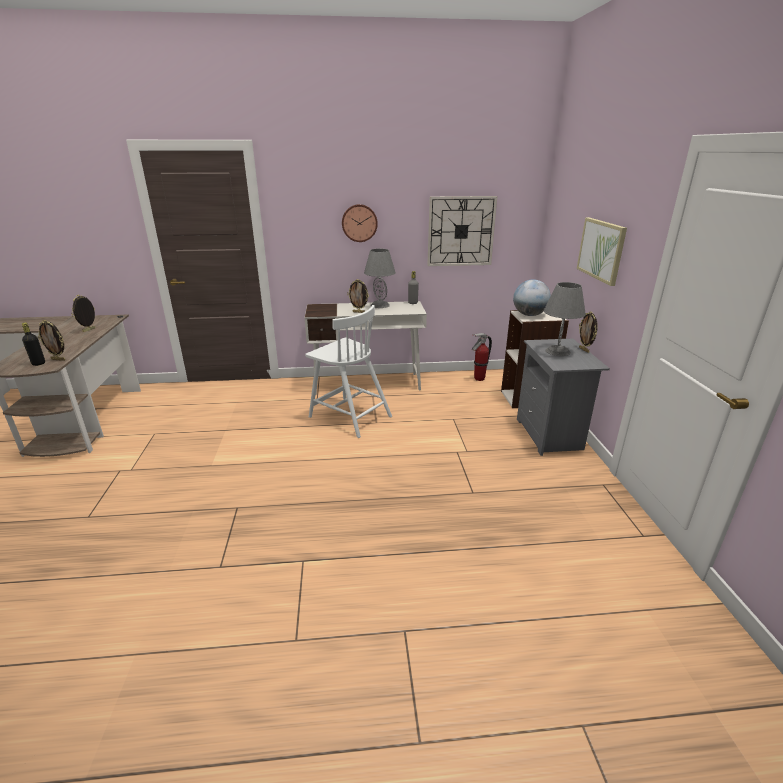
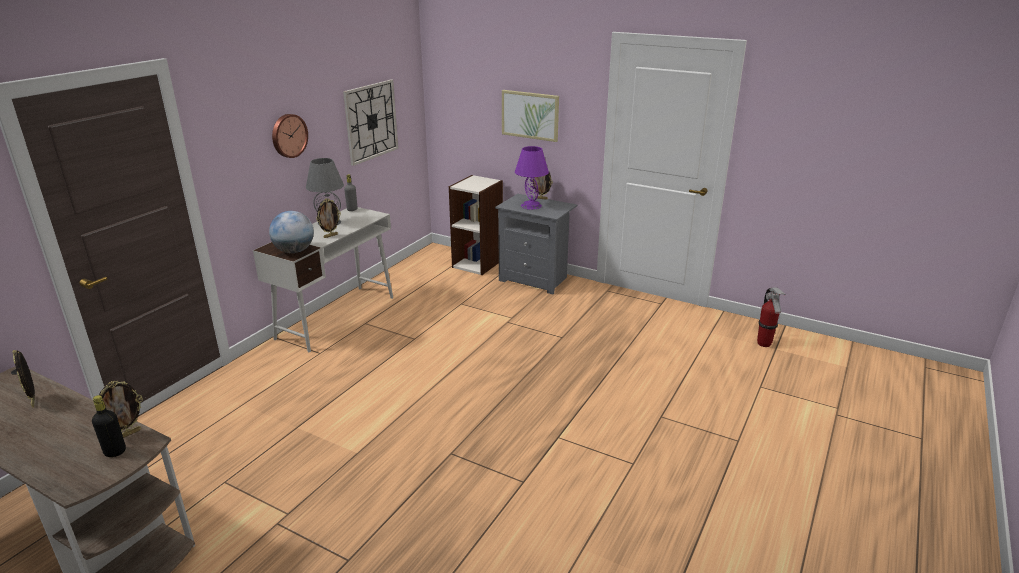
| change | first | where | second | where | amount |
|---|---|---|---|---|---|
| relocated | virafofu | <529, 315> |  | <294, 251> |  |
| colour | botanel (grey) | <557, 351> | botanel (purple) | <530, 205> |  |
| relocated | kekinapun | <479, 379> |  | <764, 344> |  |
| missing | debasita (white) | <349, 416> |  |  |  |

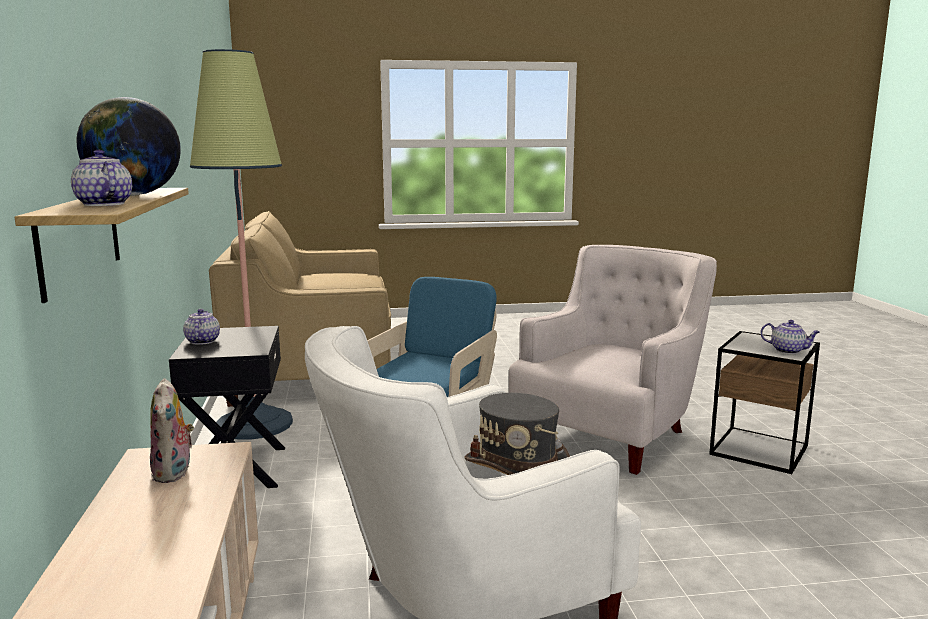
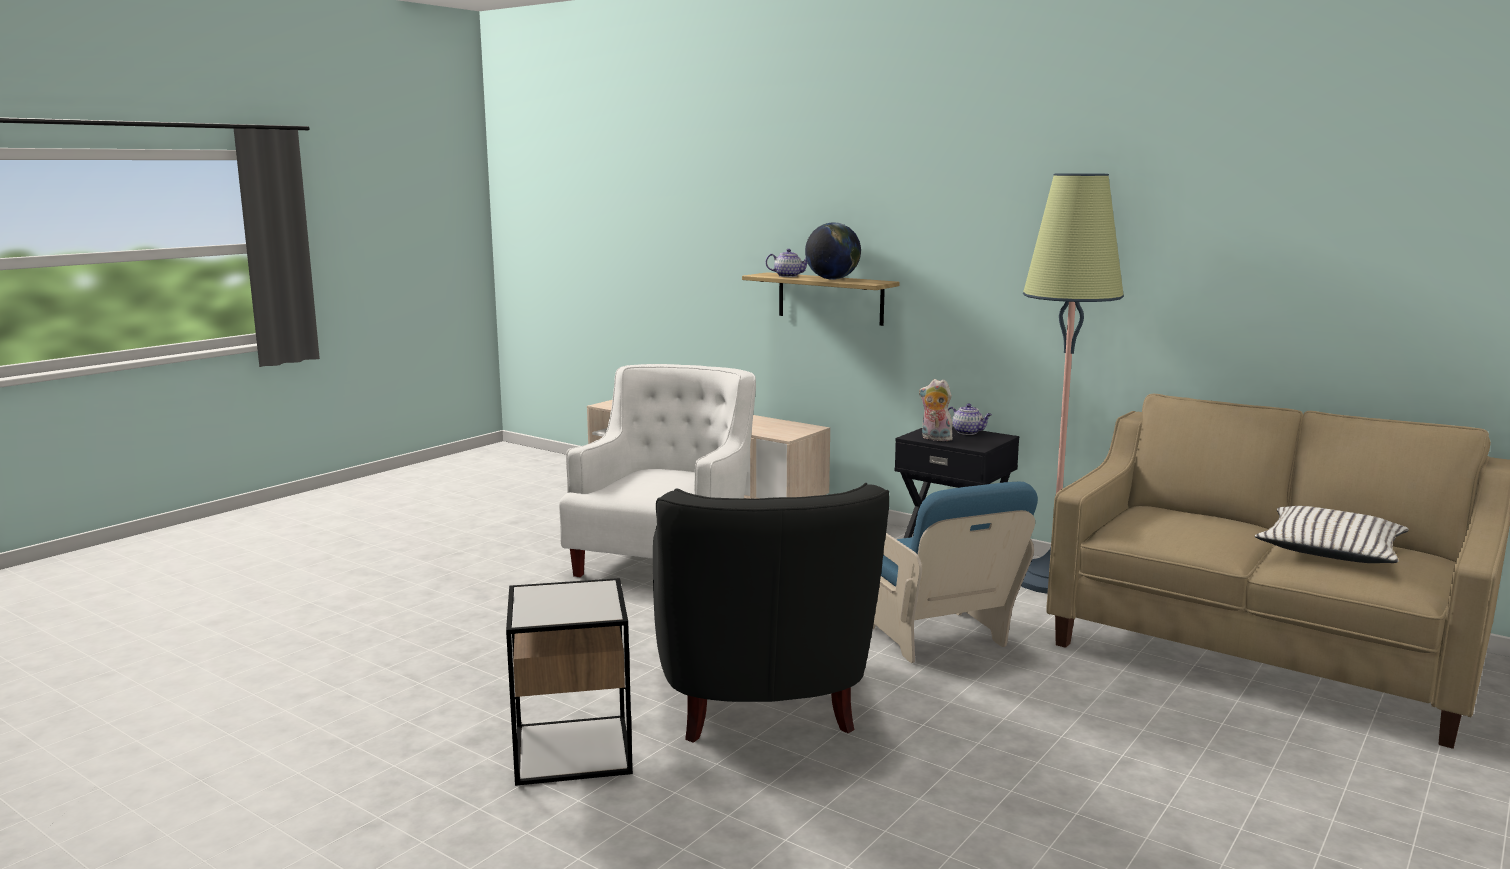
| change | first | where | second | where | amount |
|---|---|---|---|---|---|
| colour | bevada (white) | <611, 431> | bevada (black) | <762, 705> |  |
| relocated | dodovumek | <174, 473> |  | <935, 439> |  |
| appeared |  |  | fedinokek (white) | <1330, 550> |  |
| missing | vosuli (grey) | <518, 467> |  |  |  |
| missing | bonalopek | <788, 351> |  |  |  |

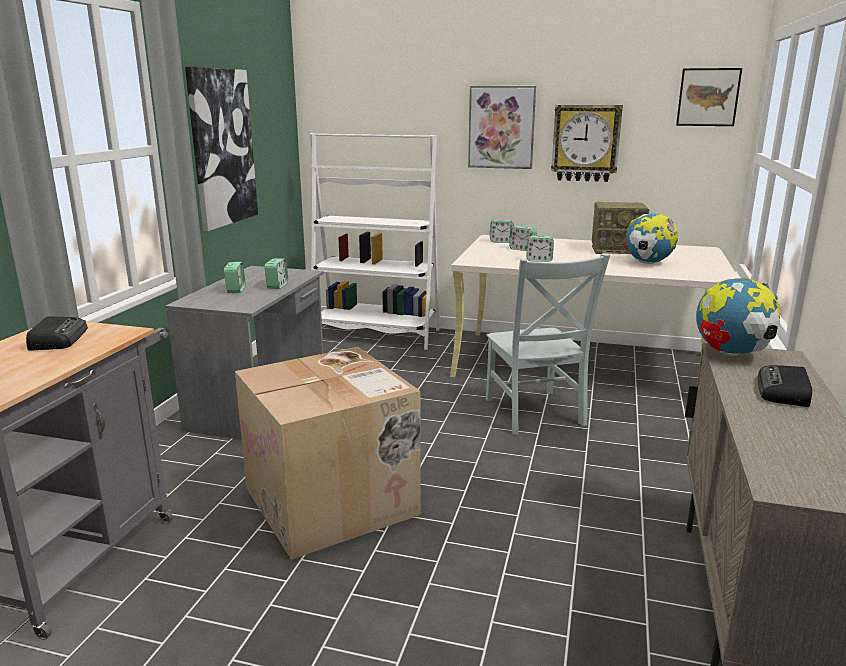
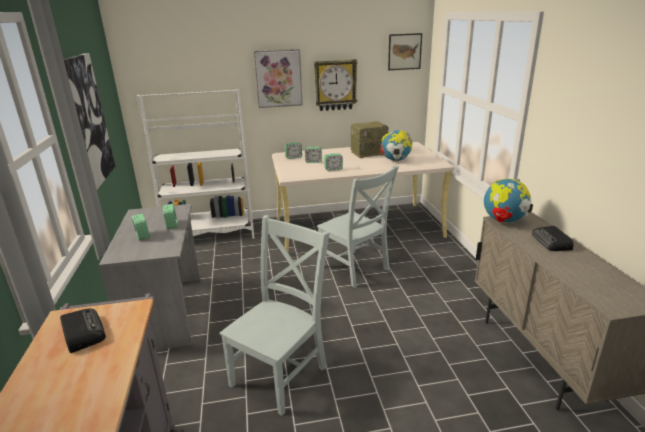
| change | first | where | second | where | amount |
|---|---|---|---|---|---|
| exchanged | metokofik | <333, 501> | debasita (grey) | <281, 373> |  |

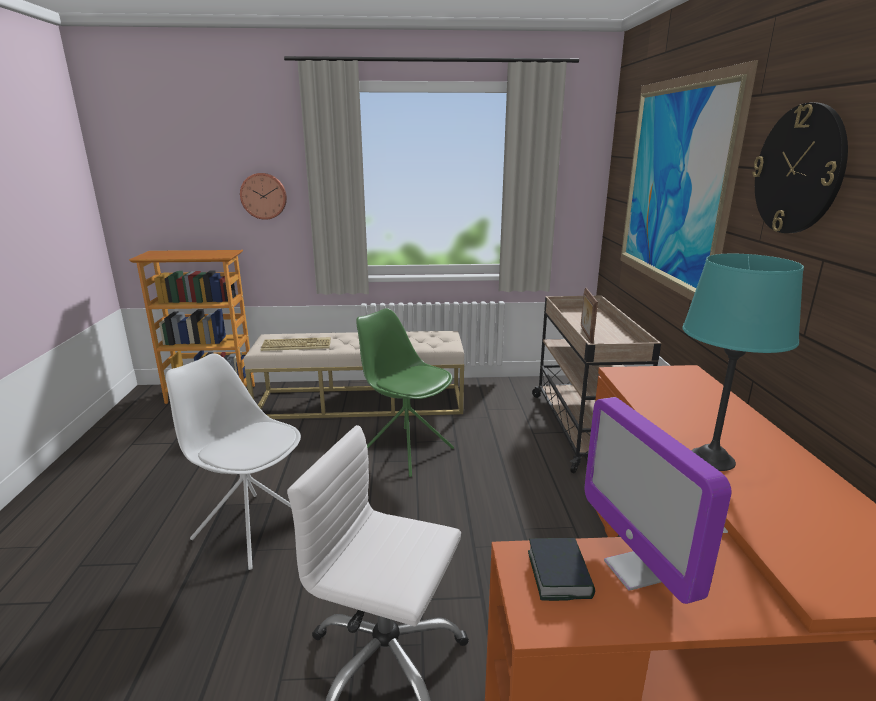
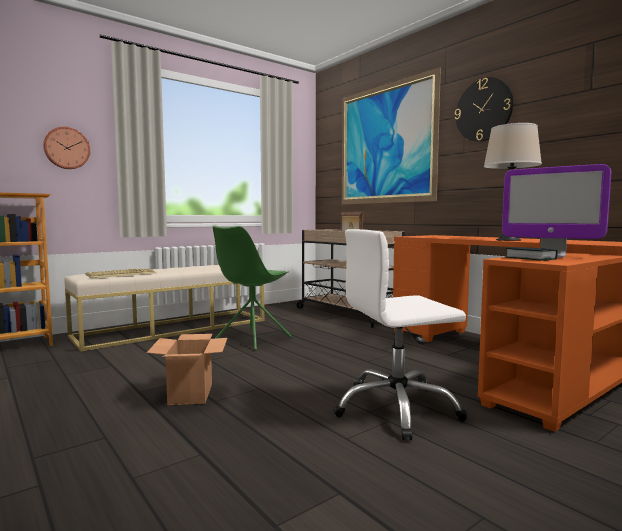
| change | first | where | second | where | amount |
|---|---|---|---|---|---|
| exchanged | debasita (white) | <251, 528> | metokofik | <190, 394> |  |
| spun | debasita (green) | <406, 450> |  | <251, 339> | 60 degrees counterclockwise |
| colour | botanel (turquoise) | <712, 459> | botanel (beige) | <508, 240> |  |

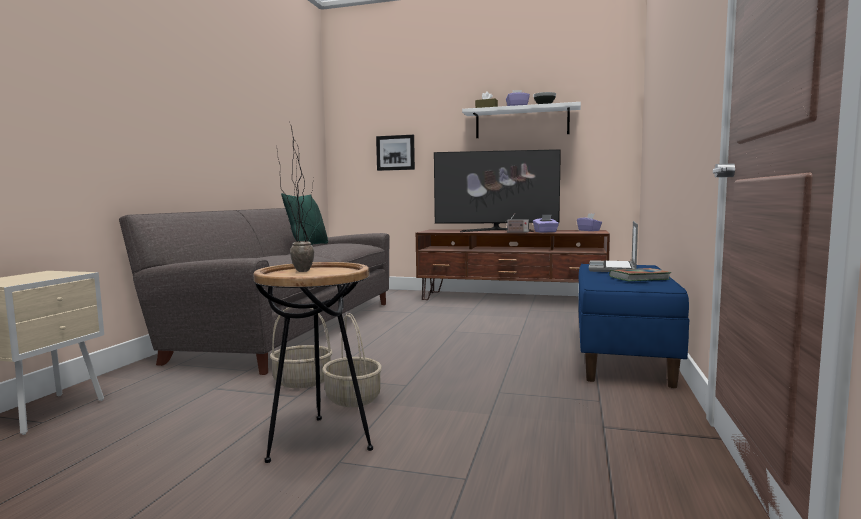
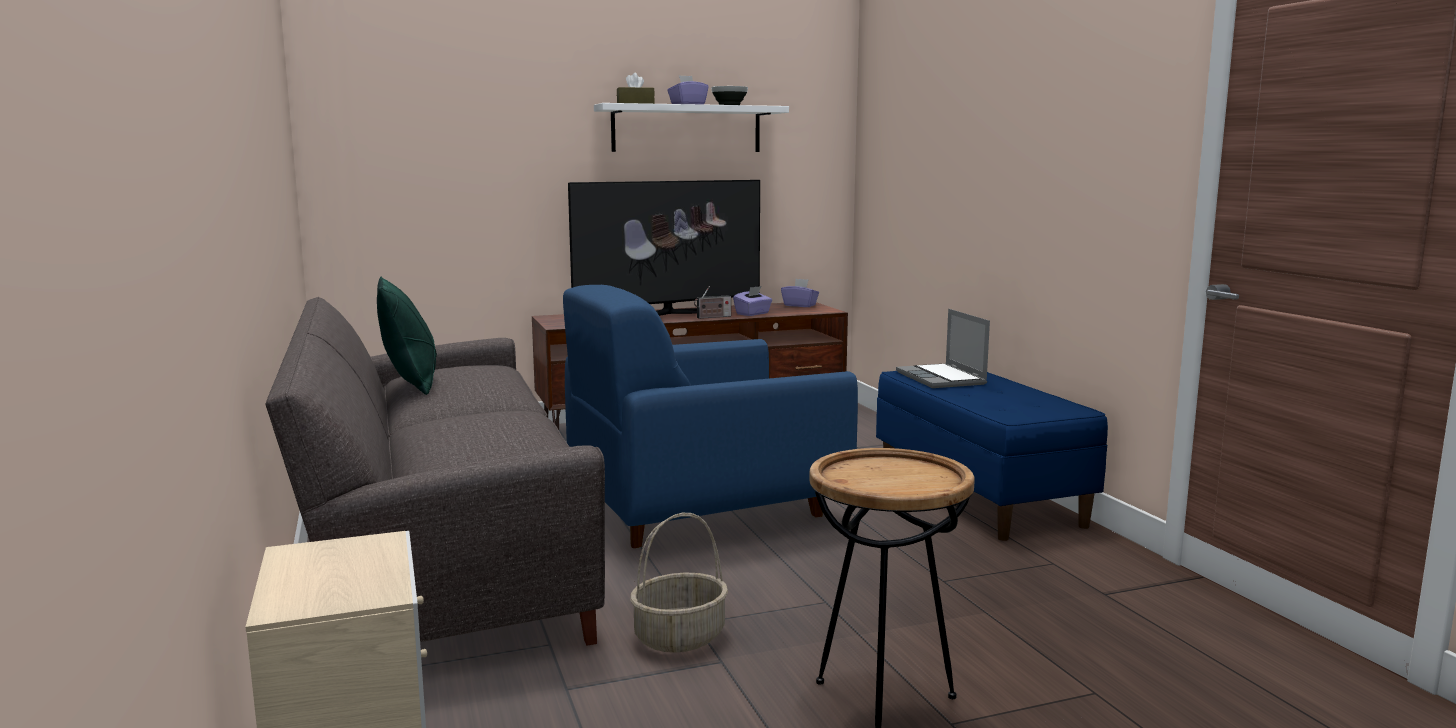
| change | first | where | second | where | amount |
|---|---|---|---|---|---|
| appeared |  |  | bevada (blue) | <702, 510> |  |
| missing | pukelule | <299, 270> |  |  |  |
| missing | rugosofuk | <353, 398> |  |  |  |
| missing | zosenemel | <395, 153> |  |  |  |
| missing | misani | <639, 278> |  |  |  |

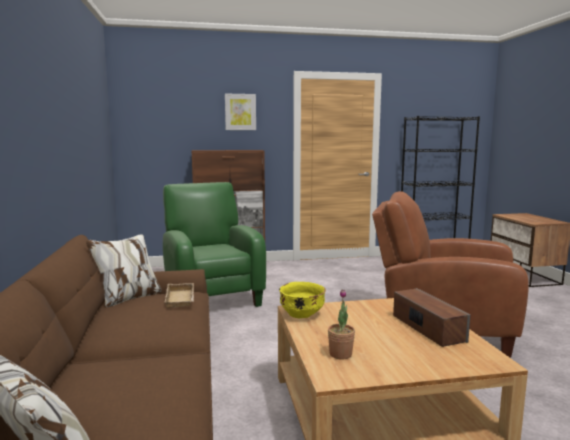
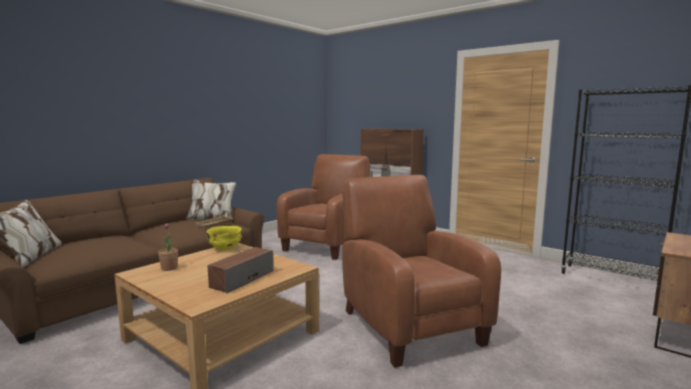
| change | first | where | second | where | amount |
|---|---|---|---|---|---|
| colour | bevada (green) | <211, 295> | bevada (brown) | <328, 244> |  |
| missing | zosenemel | <240, 112> |  |  |  |

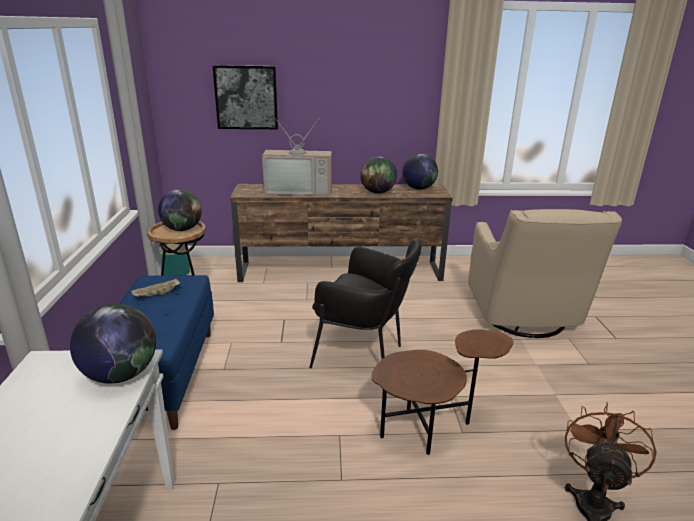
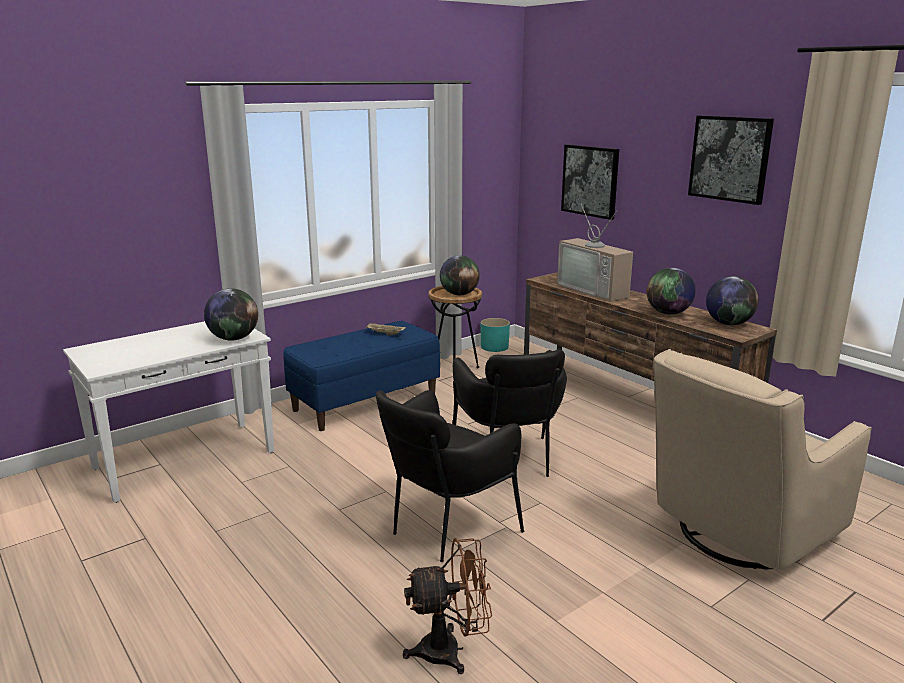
| change | first | where | second | where | amount |
|---|---|---|---|---|---|
| exchanged | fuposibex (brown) | <430, 428> | bevada (black) | <445, 530> |  |
| appeared |  |  | zosenemel | <730, 158> |  |

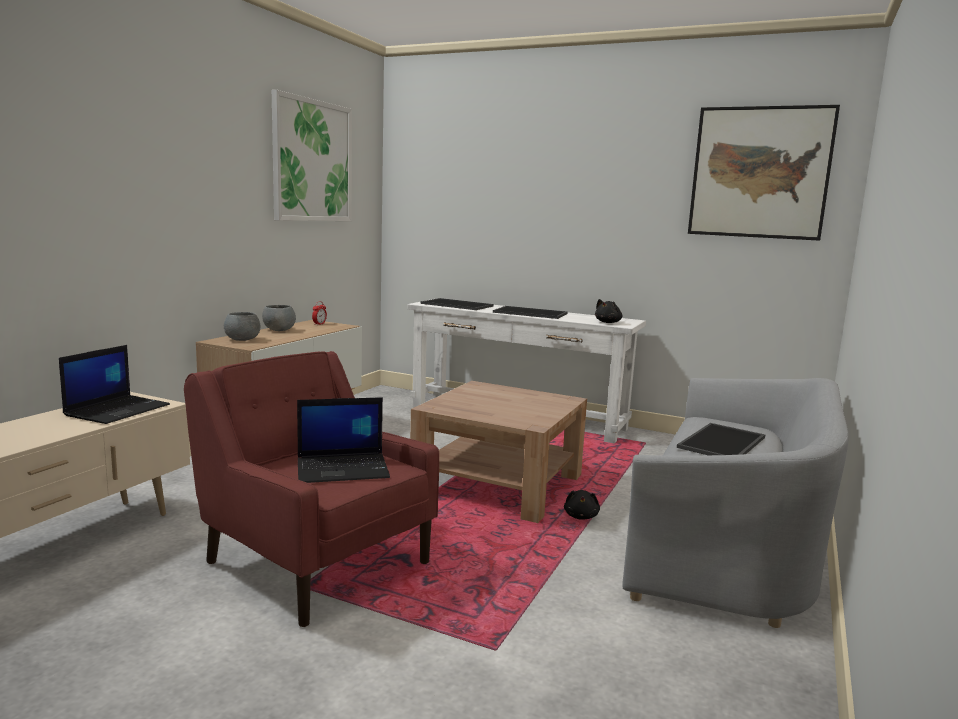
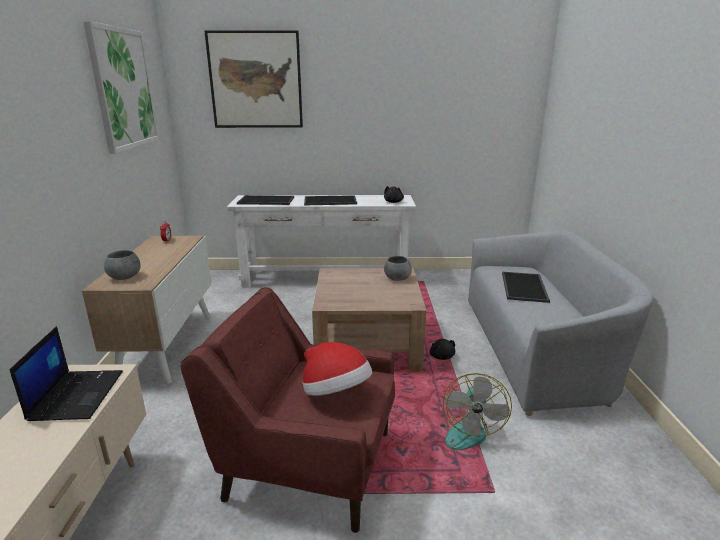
| change | first | where | second | where | amount |
|---|---|---|---|---|---|
| relocated | zosenemel | <759, 173> |  | <256, 80> |  |
| exchanged | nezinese | <343, 468> | vosuli | <335, 393> |  |
| relocated | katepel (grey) | <279, 330> |  | <397, 279> |  |
| appeared |  |  | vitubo | <465, 429> |  |

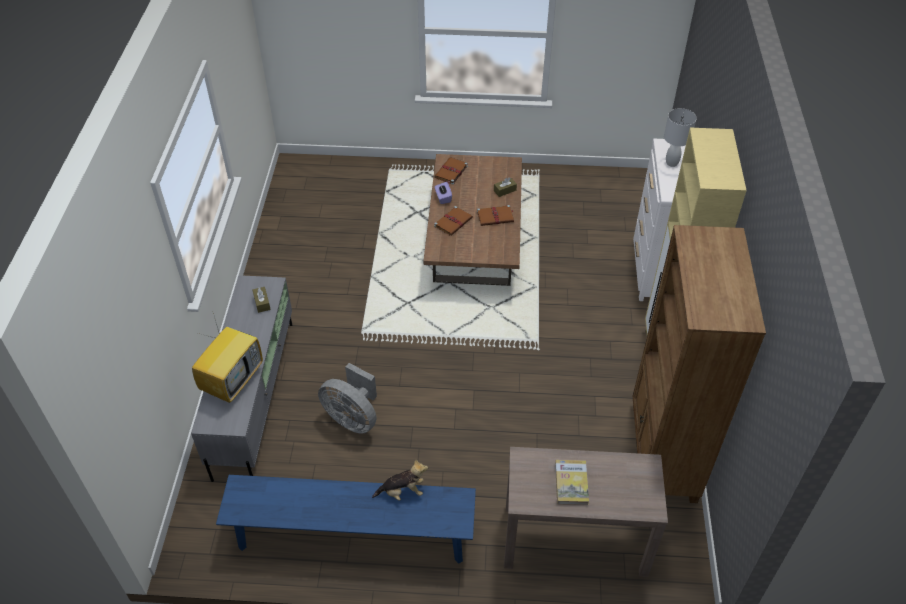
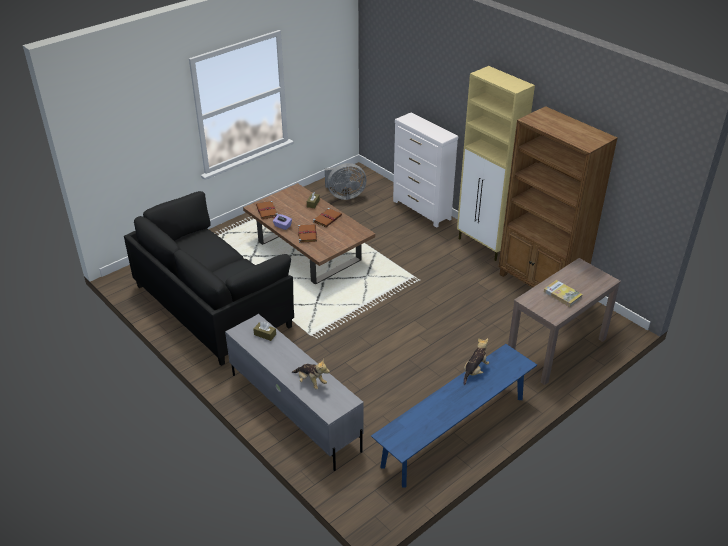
| change | first | where | second | where | amount |
|---|---|---|---|---|---|
| appeared |  |  | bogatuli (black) | <213, 305> |  |
| exchanged | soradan | <233, 380> | dodovumek | <310, 382> |  |
| relocated | vitubo (grey) | <353, 418> |  | <344, 195> |  |
| missing | botanel (white) | <672, 163> |  |  |  |

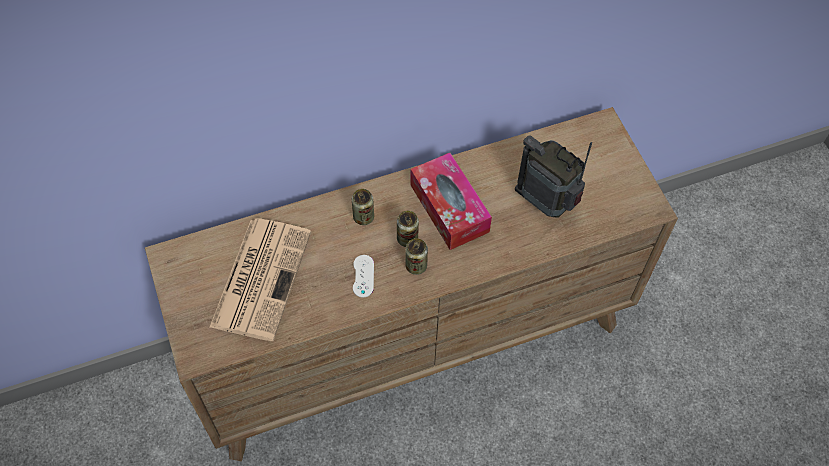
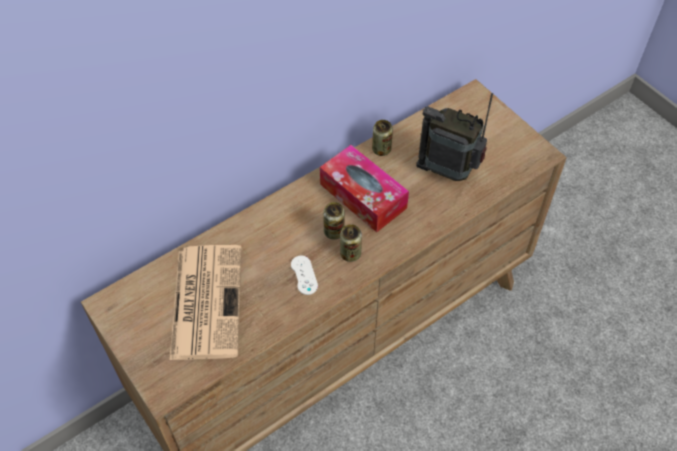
| change | first | where | second | where | amount |
|---|---|---|---|---|---|
| relocated | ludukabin | <363, 217> |  | <381, 149> |  |

